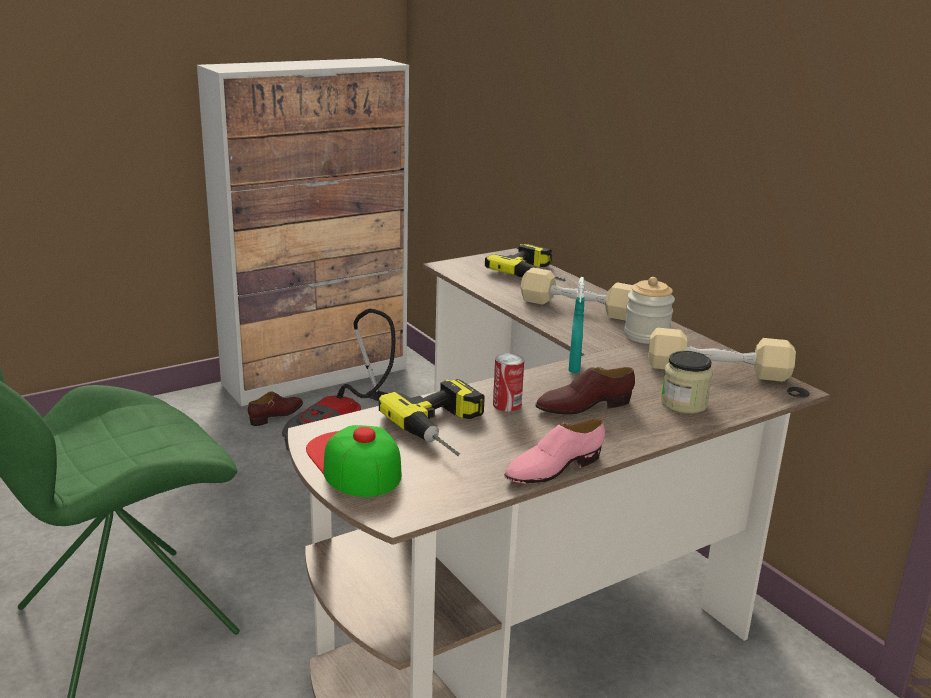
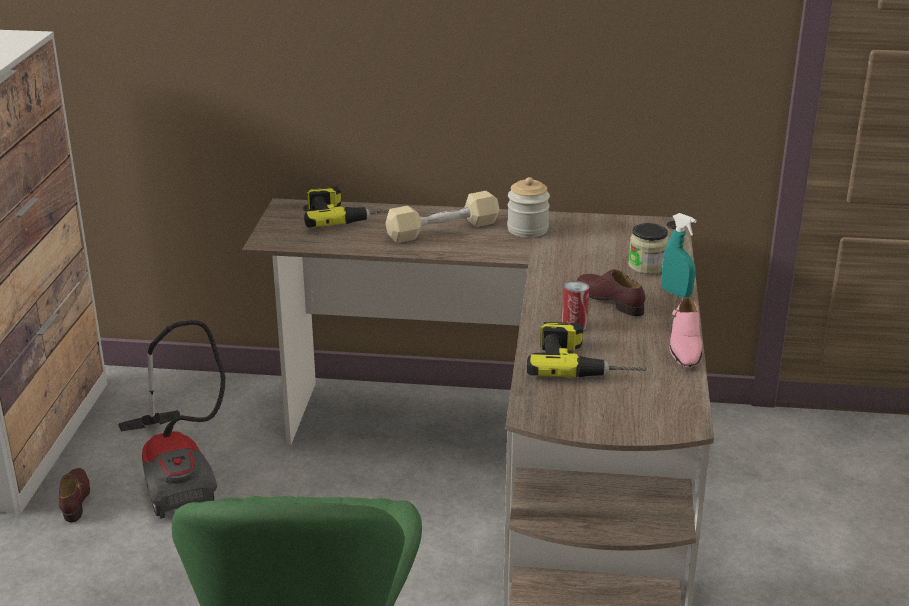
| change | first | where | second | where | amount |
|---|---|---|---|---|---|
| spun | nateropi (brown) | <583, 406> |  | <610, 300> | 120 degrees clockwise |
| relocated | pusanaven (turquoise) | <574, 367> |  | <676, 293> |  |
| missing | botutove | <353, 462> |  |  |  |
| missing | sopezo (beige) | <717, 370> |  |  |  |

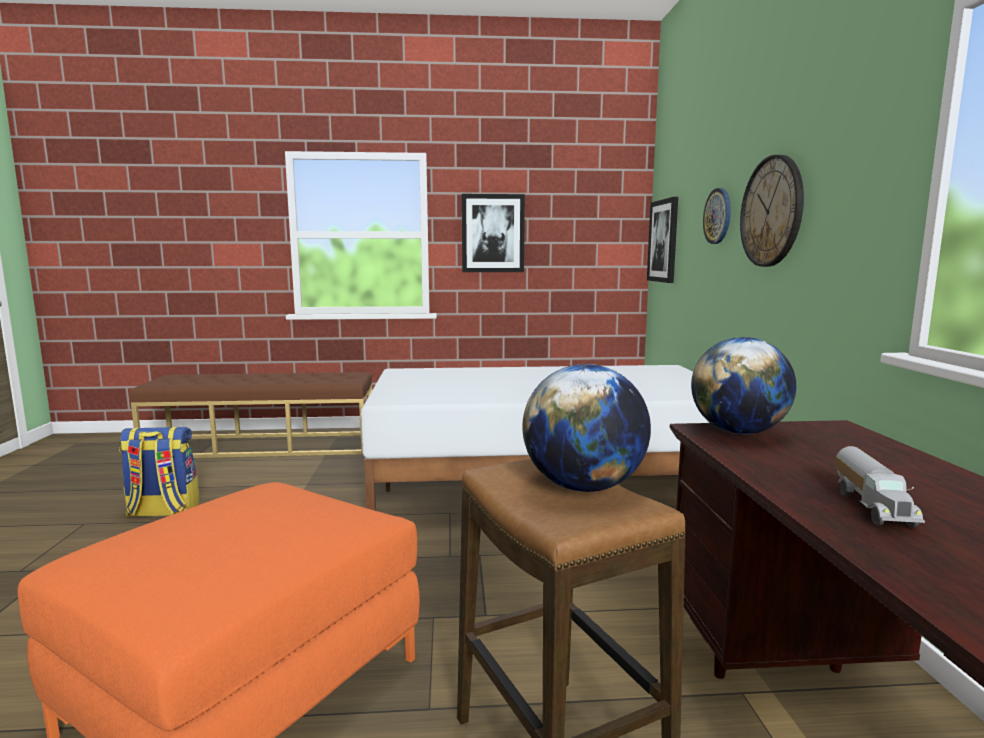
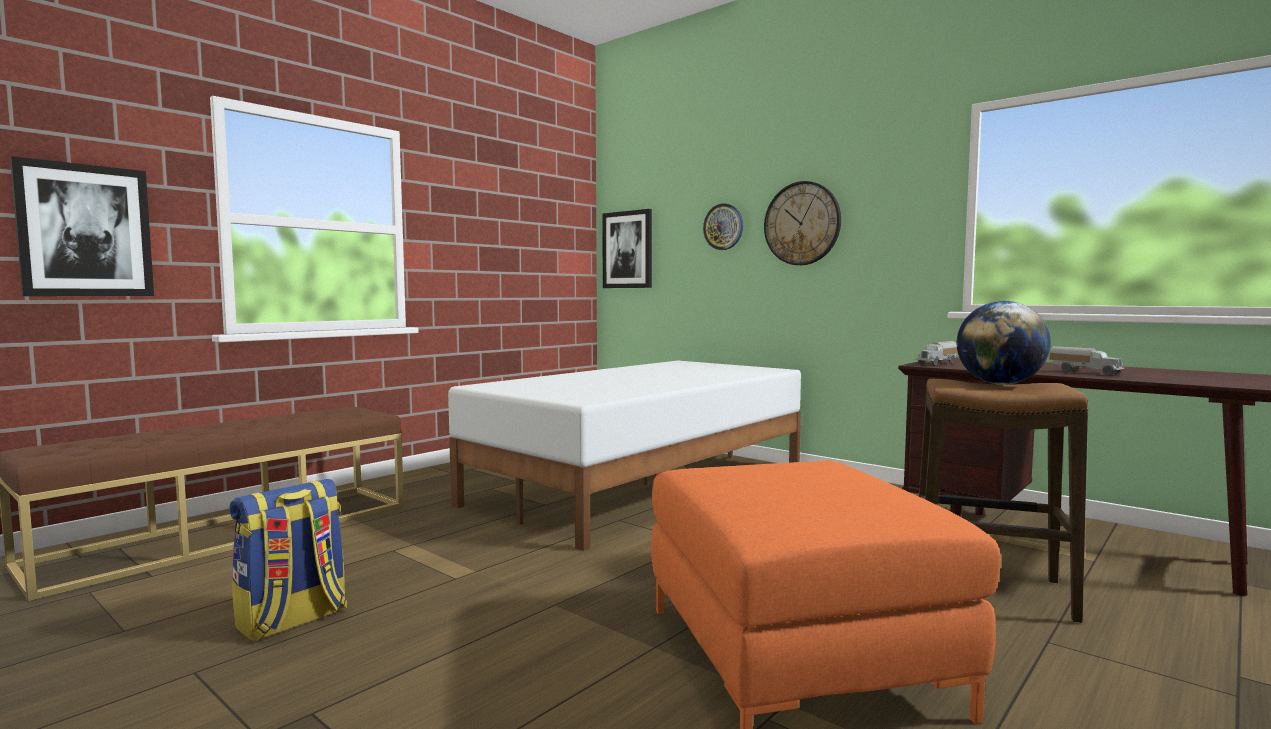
| change | first | where | second | where | amount |
|---|---|---|---|---|---|
| relocated | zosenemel | <493, 233> |  | <85, 231> |  |
| exchanged | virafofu | <738, 432> | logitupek | <938, 363> |  |

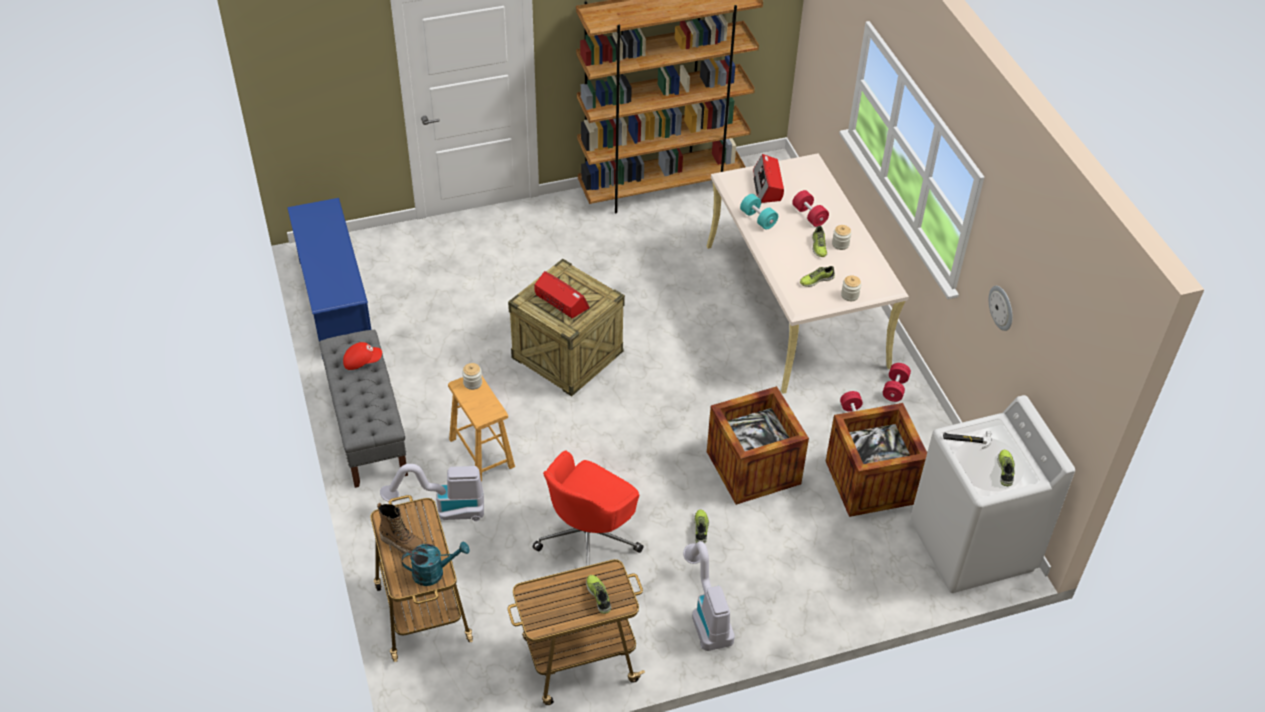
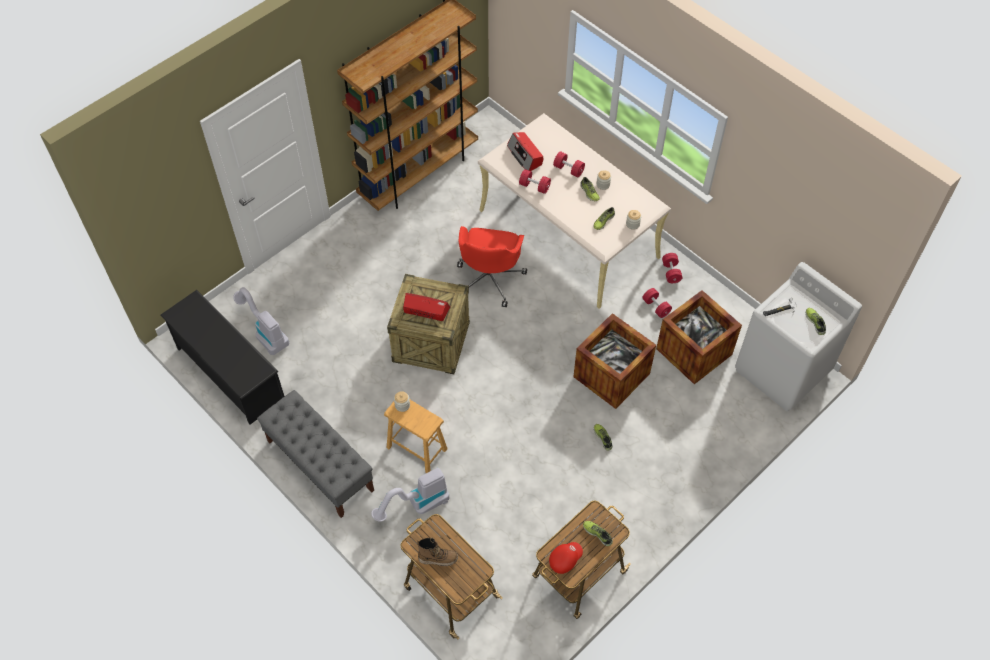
| change | first | where | second | where | amount |
|---|---|---|---|---|---|
| colour | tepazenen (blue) | <335, 304> | tepazenen (black) | <229, 373> |  |
| relocated | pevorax | <706, 614> |  | <265, 333> |  |
| relocated | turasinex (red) | <589, 538> |  | <490, 278> |  |
| colour | sopezo (turquoise) | <758, 219> | sopezo (red) | <534, 186> |  |
| relocated | botutove (red) | <362, 361> |  | <565, 559> |  |
| missing | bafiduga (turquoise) | <434, 572> |  |  |  |
| missing | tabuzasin | <1002, 307> |  |  |  |

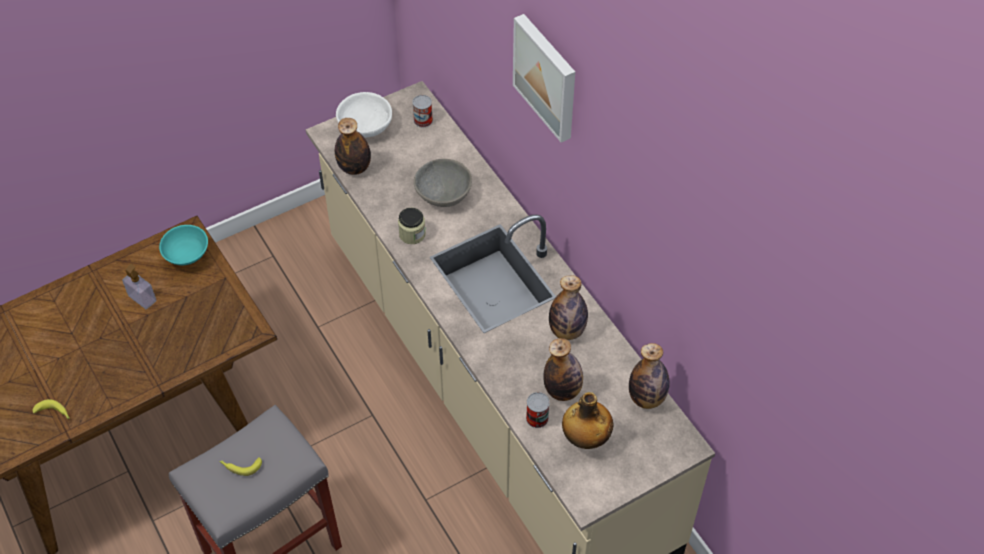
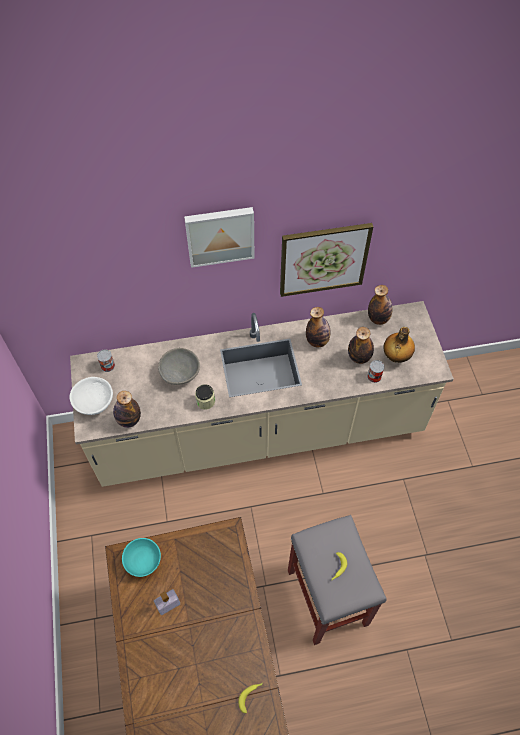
| change | first | where | second | where | amount |
|---|---|---|---|---|---|
| appeared |  |  | zosenemel | <323, 259> |  |

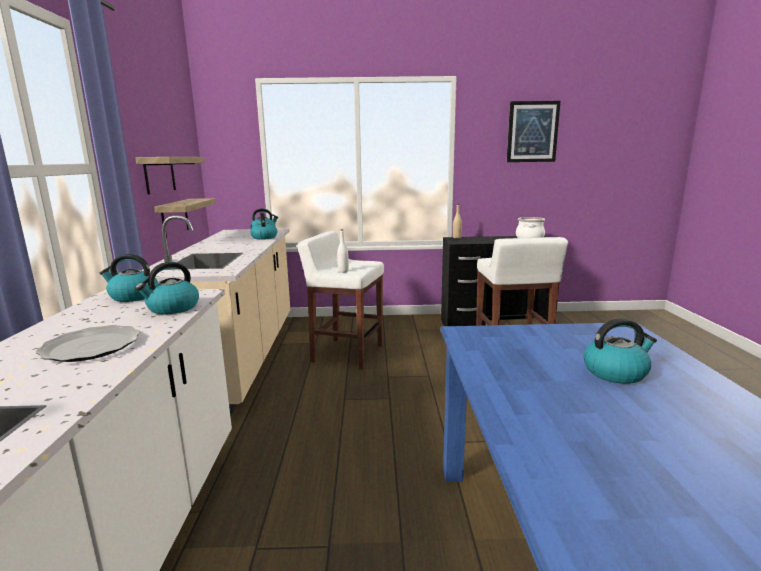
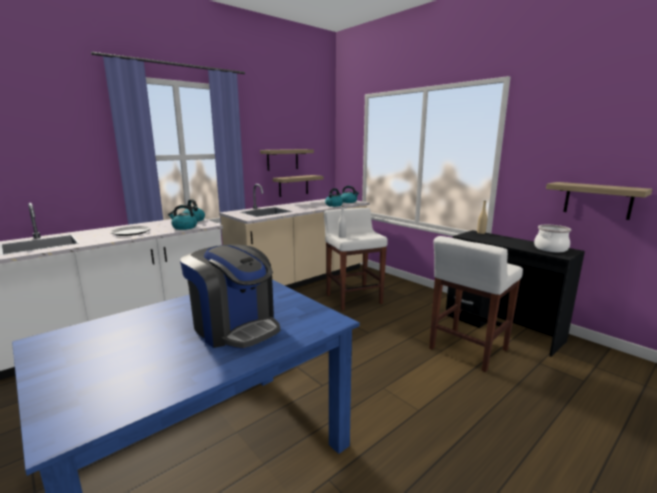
| change | first | where | second | where | amount |
|---|---|---|---|---|---|
| exchanged | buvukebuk | <615, 372> | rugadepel | <235, 327> |  |
| appeared |  |  | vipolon | <597, 200> |  |
| missing | zosenemel | <532, 132> |  |  |  |

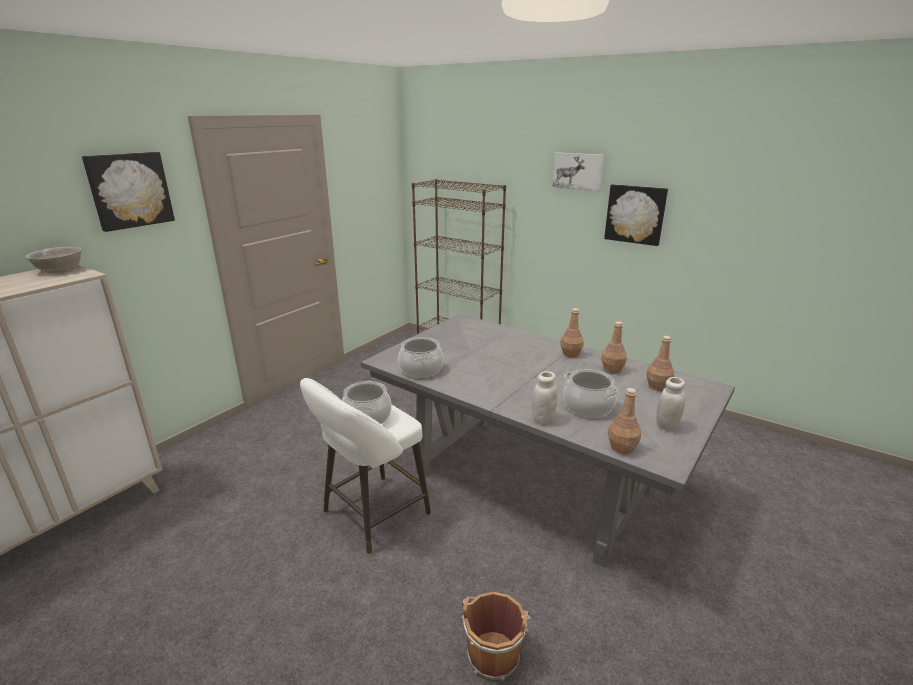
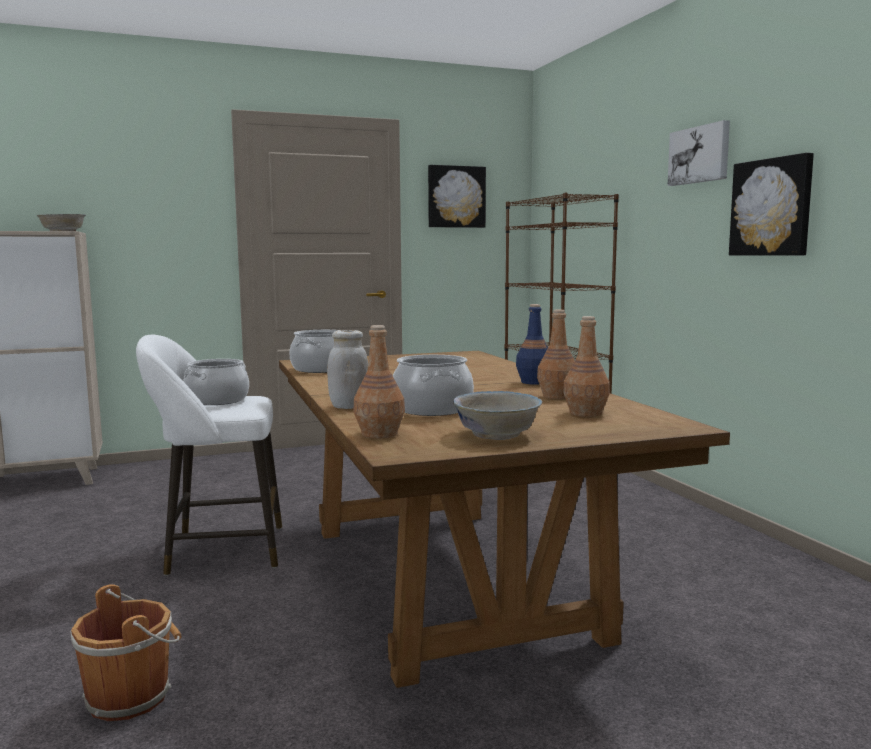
| change | first | where | second | where | amount |
|---|---|---|---|---|---|
| colour | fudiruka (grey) | <529, 479> | fudiruka (brown) | <445, 578> |  |
| relocated | zosenemel | <129, 190> |  | <456, 197> |  |
| exchanged | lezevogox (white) | <667, 426> | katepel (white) | <496, 434> |  |
| colour | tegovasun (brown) | <570, 354> | tegovasun (blue) | <533, 382> |  |

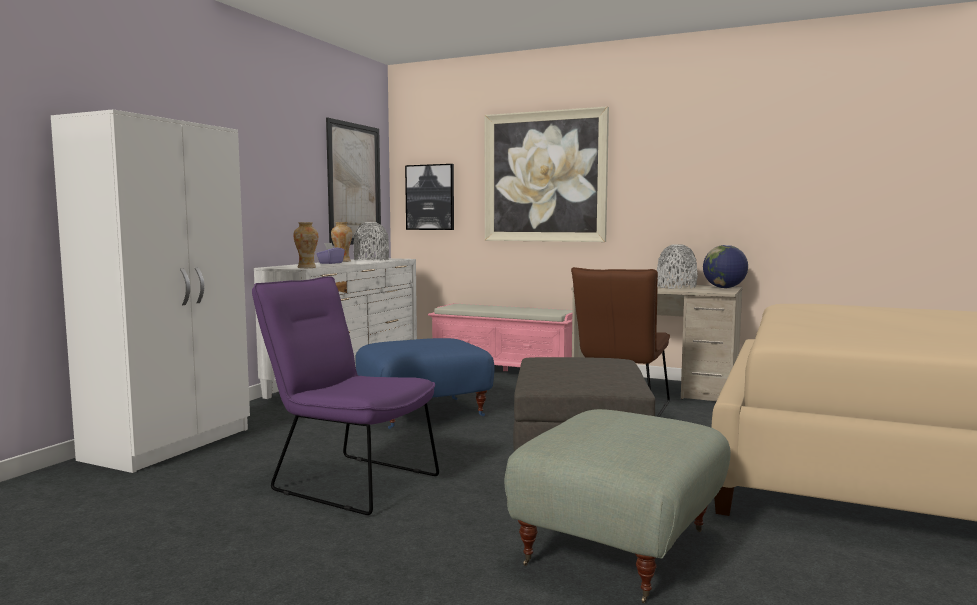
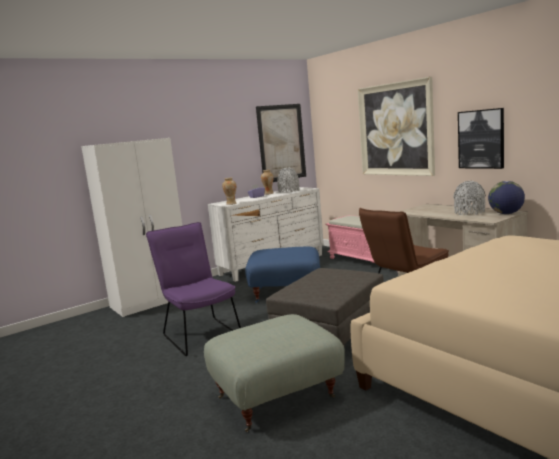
| change | first | where | second | where | amount |
|---|---|---|---|---|---|
| relocated | zosenemel | <430, 197> |  | <481, 139> |  |

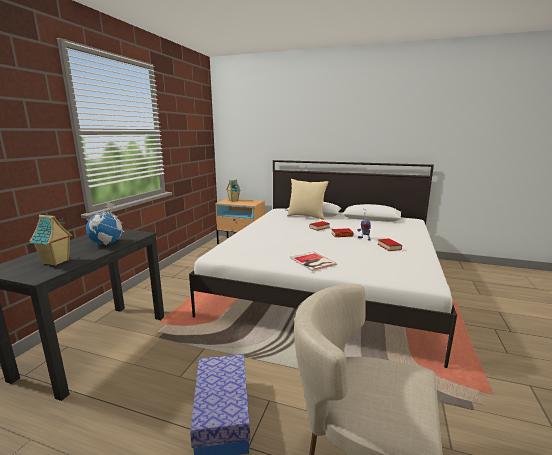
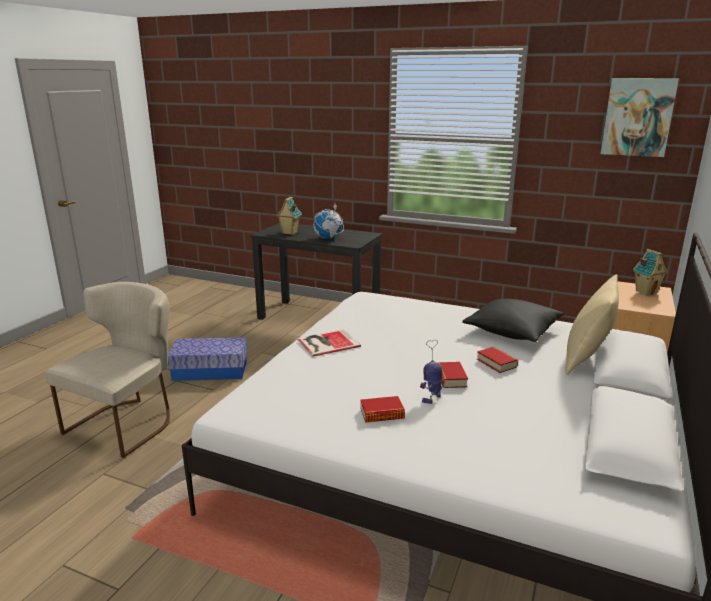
| change | first | where | second | where | amount |
|---|---|---|---|---|---|
| appeared |  |  | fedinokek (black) | <512, 331> |  |
| appeared |  |  | zosenemel | <637, 117> |  |

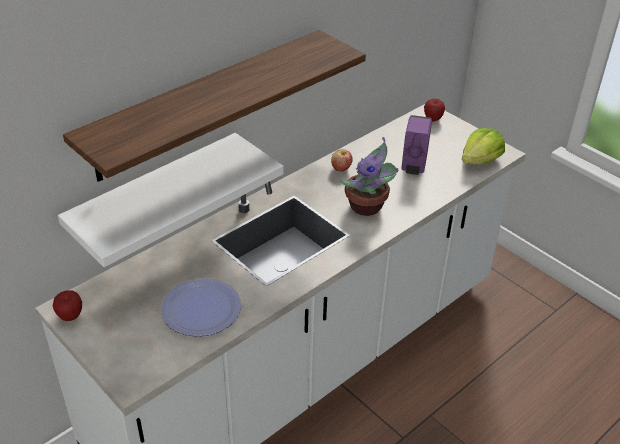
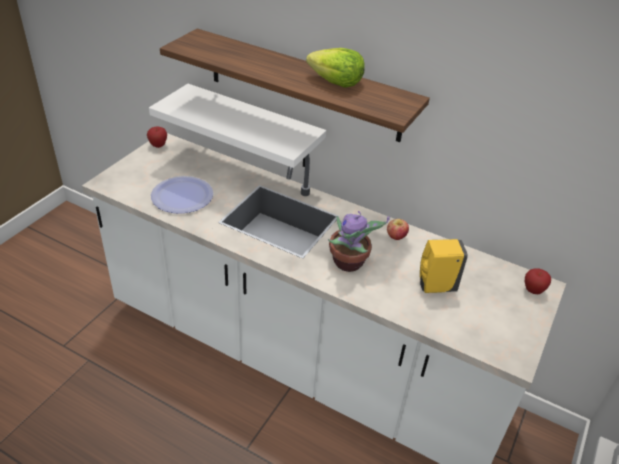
| change | first | where | second | where | amount |
|---|---|---|---|---|---|
| relocated | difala | <480, 160> |  | <336, 82> |  |
| colour | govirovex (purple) | <413, 166> | govirovex (yellow) | <435, 286> |  |

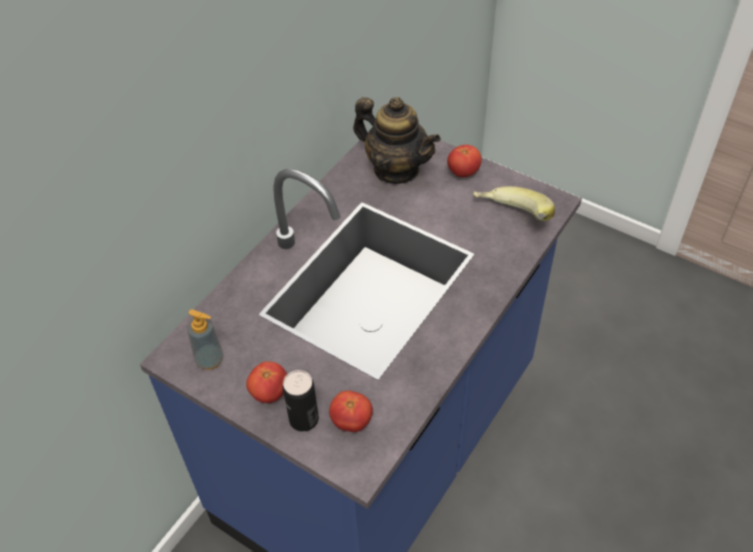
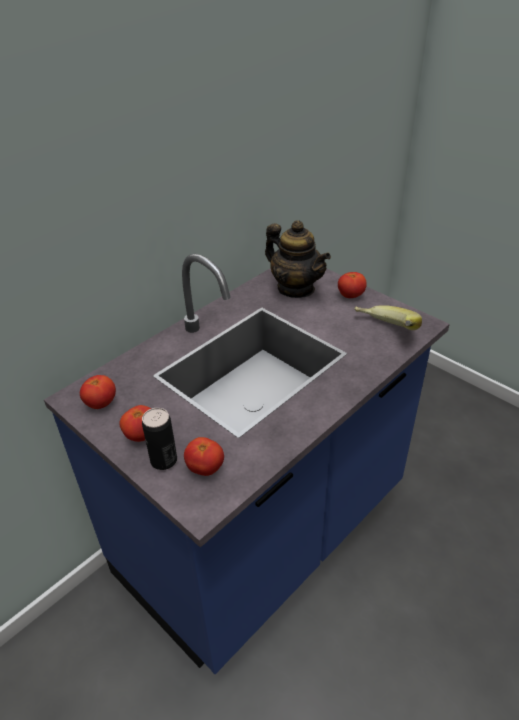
| change | first | where | second | where | amount |
|---|---|---|---|---|---|
| exchanged | govirovex | <210, 359> | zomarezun | <101, 403> |  |

